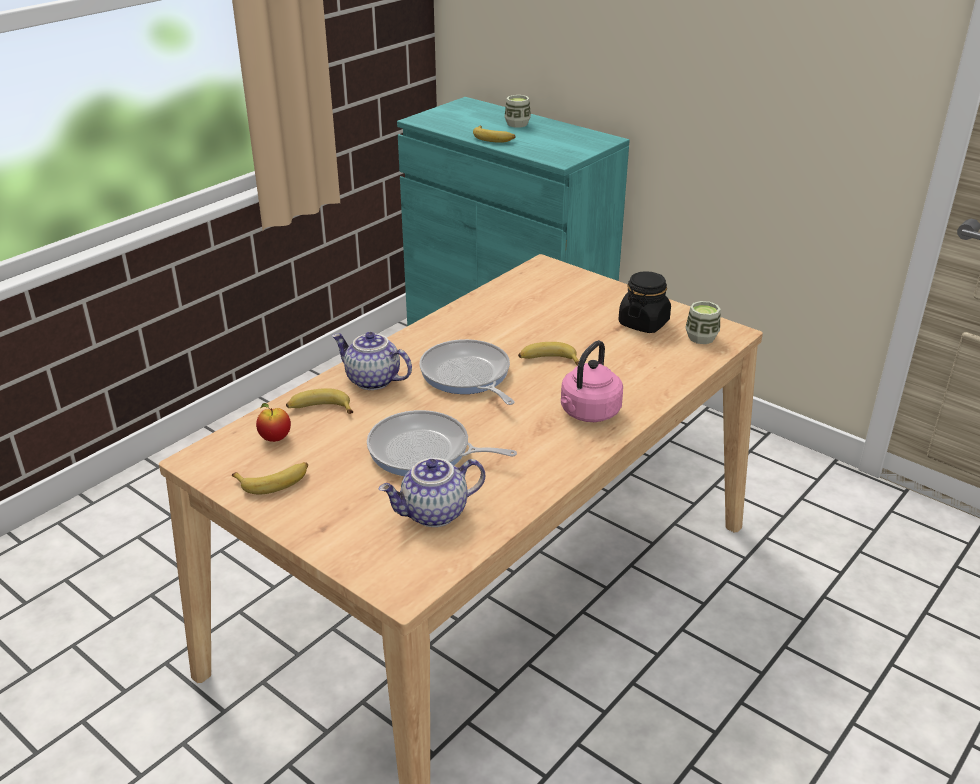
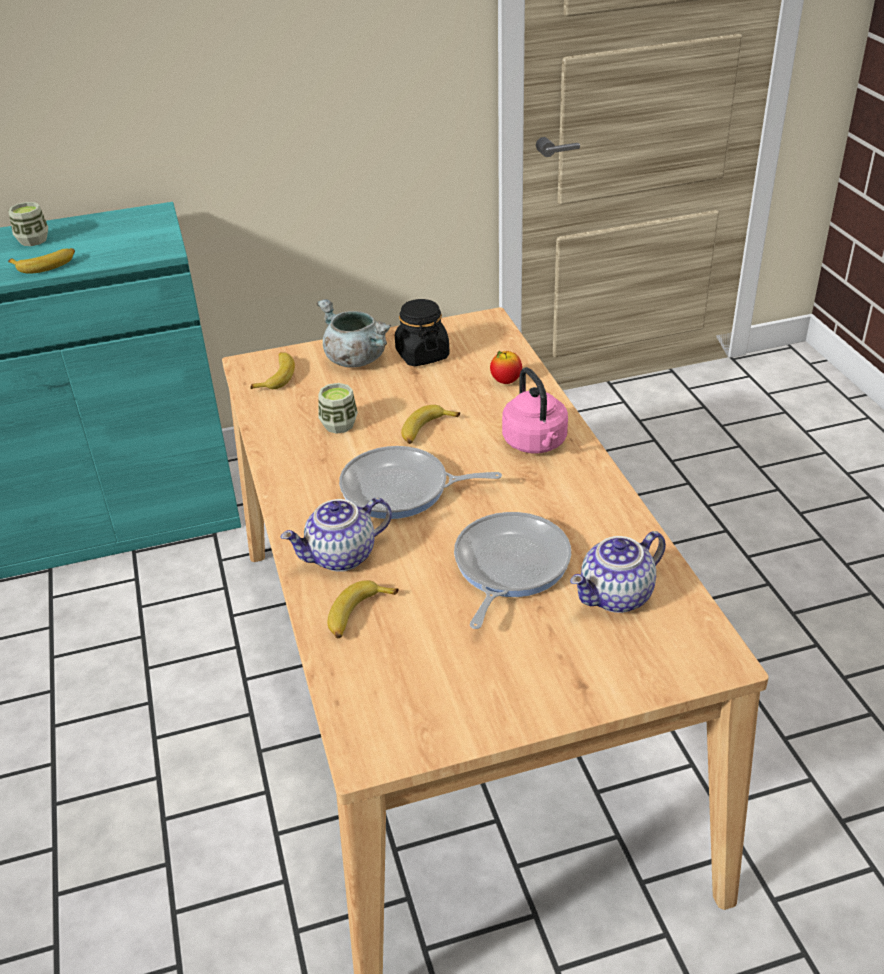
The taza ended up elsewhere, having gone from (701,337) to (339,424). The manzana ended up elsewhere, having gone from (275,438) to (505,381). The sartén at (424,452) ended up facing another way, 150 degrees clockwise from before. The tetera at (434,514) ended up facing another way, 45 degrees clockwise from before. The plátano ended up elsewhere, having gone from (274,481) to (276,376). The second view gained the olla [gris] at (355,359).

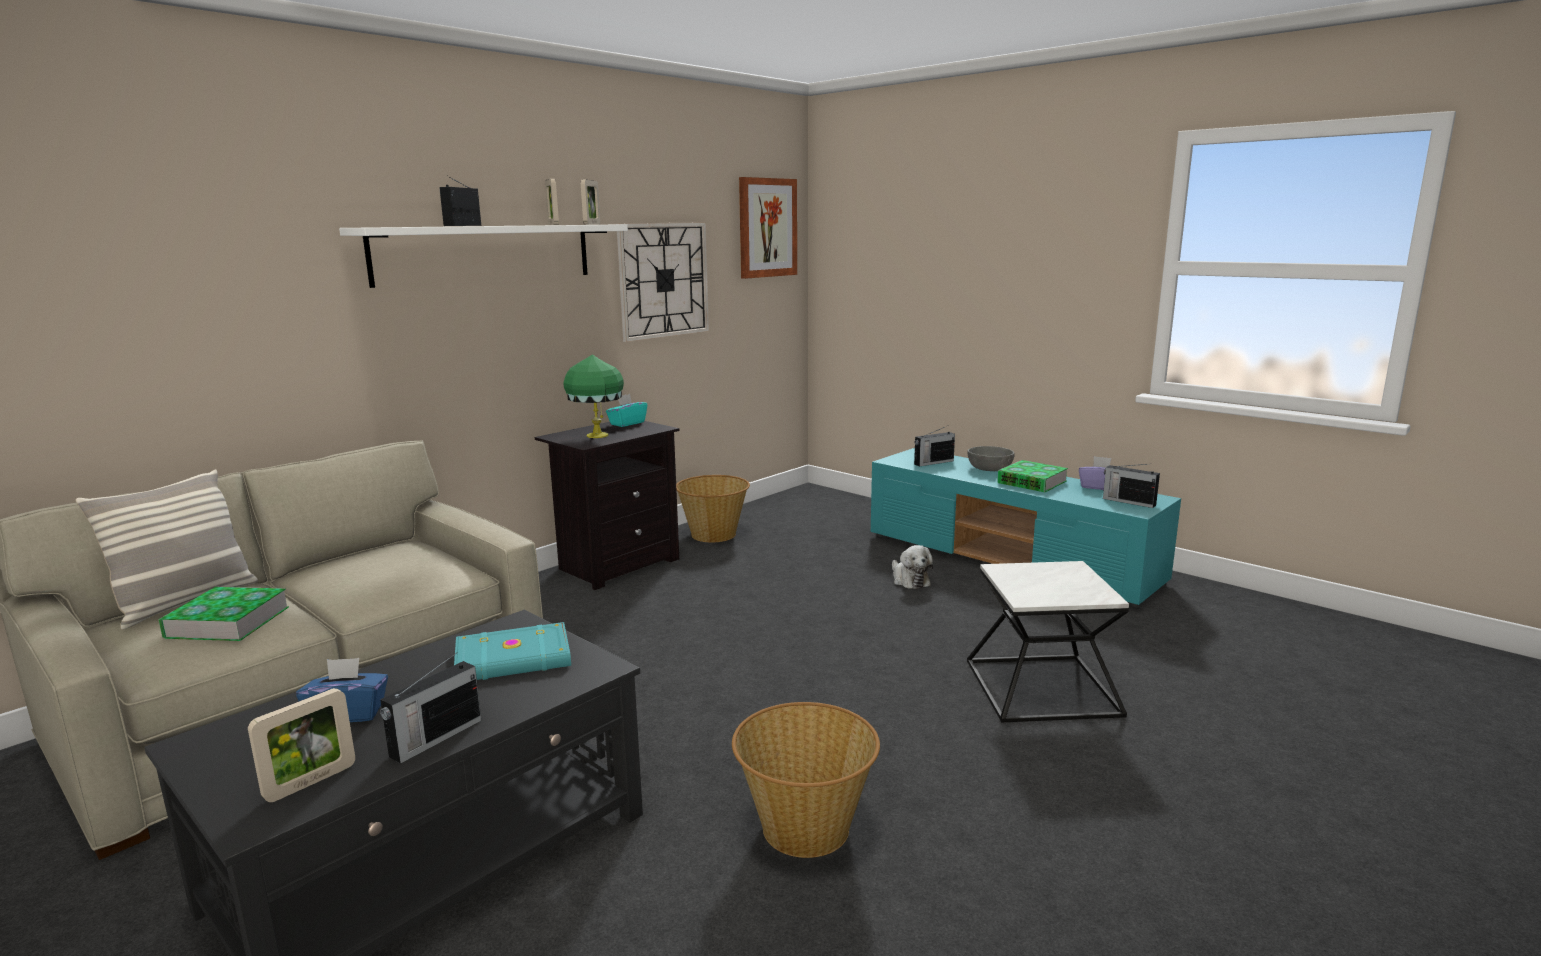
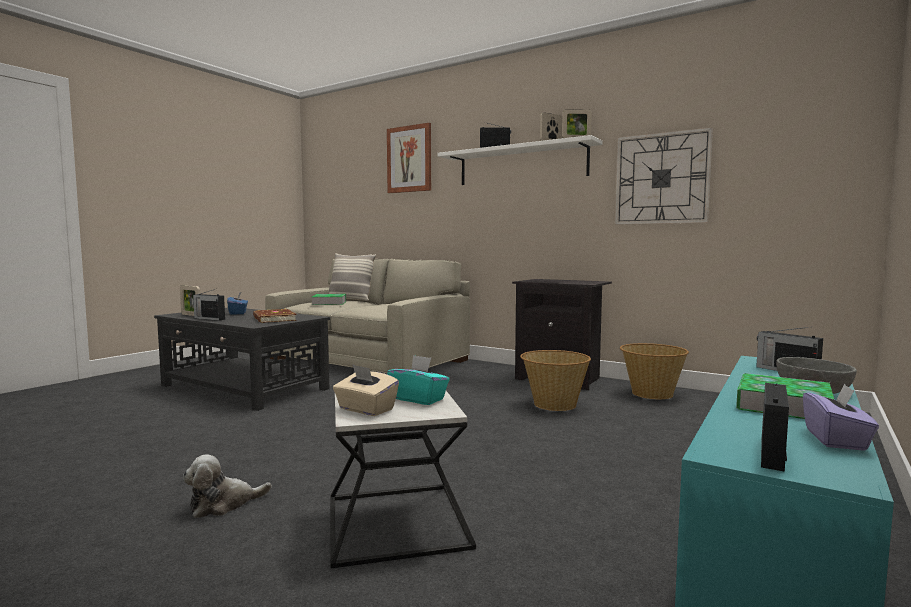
The cuadro ended up elsewhere, having gone from (767,228) to (409,159). The second view lost the lámpara de mesa [verde] at (596,436). The caja de pañuelos [turquesa] ended up elsewhere, having gone from (627,423) to (419,399). The peluche ended up elsewhere, having gone from (909,580) to (223,504). What was the libro [turquesa] at (514,659) turned into the libro [marrón] at (273,319). The cesta ended up elsewhere, having gone from (805,829) to (554,404). The second view gained the caja de pañuelos [beis] at (365,409).

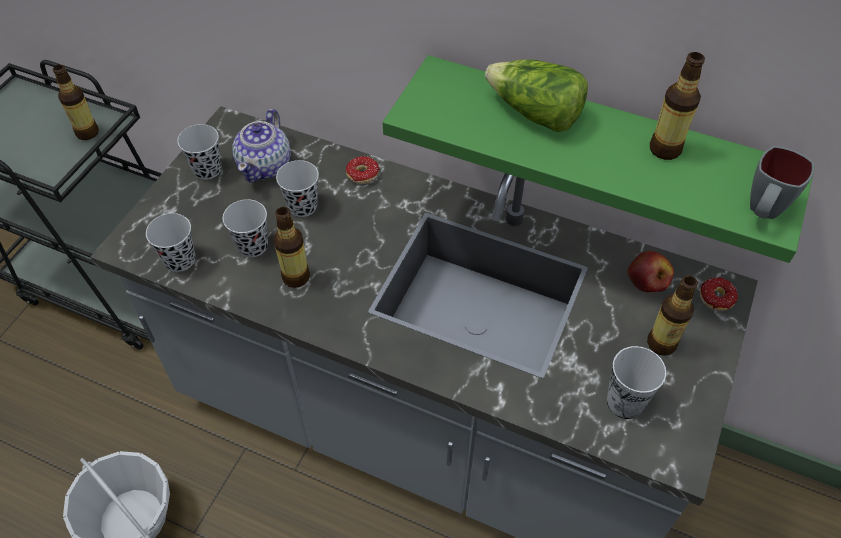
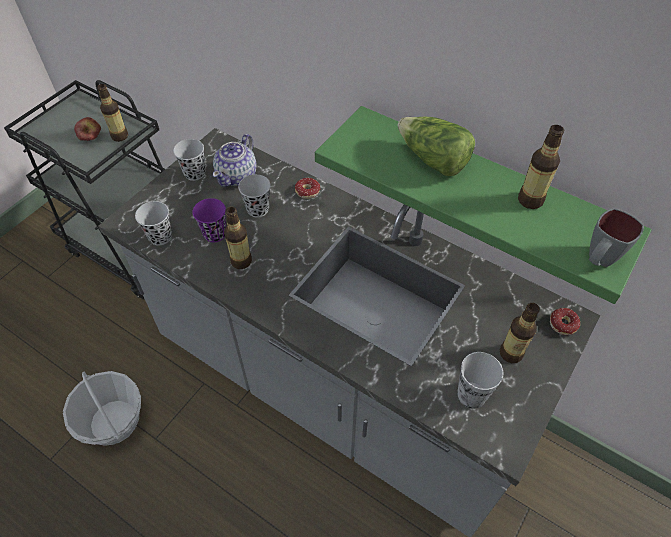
What was the taza [negro] at (252,246) turned into the taza [morado] at (214,234). The manzana ended up elsewhere, having gone from (648,278) to (90,134).

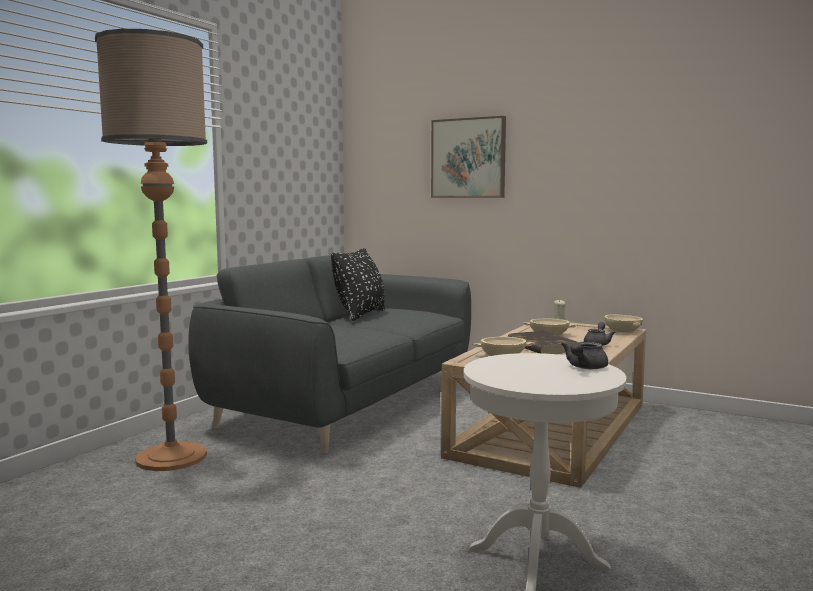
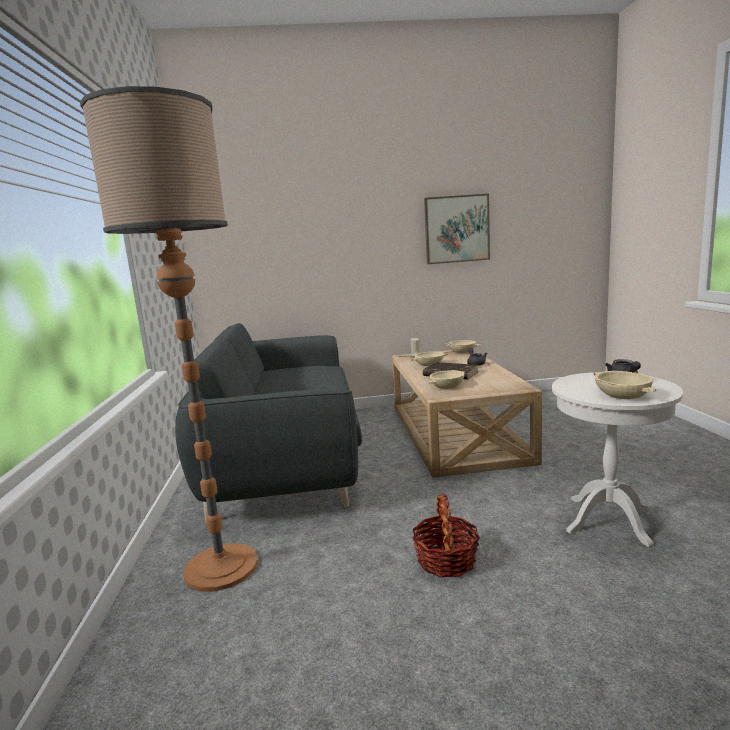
The cuadro ended up elsewhere, having gone from (468,158) to (456,229). The second view lost the cojín [negro] at (360,314). The second view gained the cuenco [beis] at (623,395). The second view gained the cesta at (446,560).

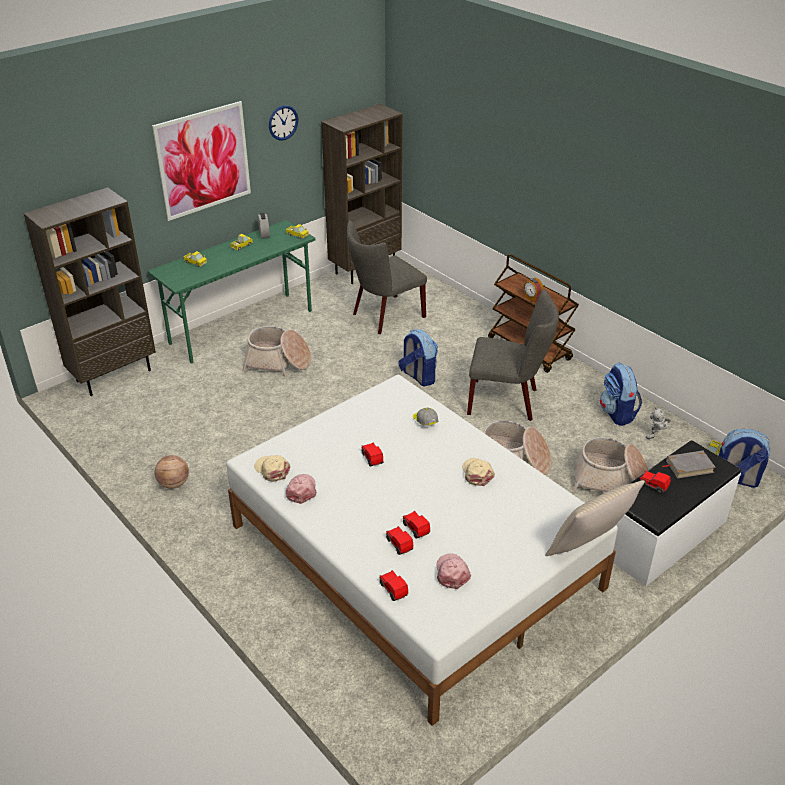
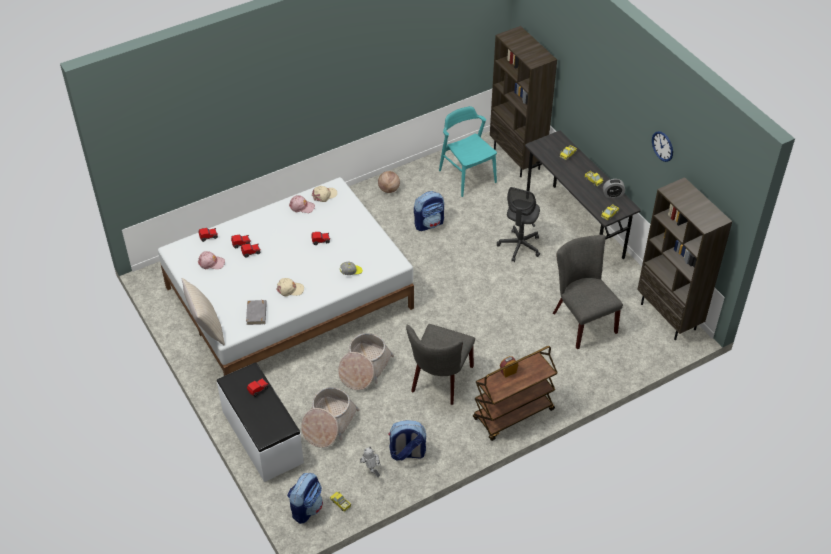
The second view lost the cuadro at (203,160). What was the escritorio [verde] at (242,327) turned into the escritorio [gris] at (574,227). Where the cesta stood at (278,362), the silla de oficina [gris] came to stand at (519,246). The mochila ended up elsewhere, having gone from (418,376) to (429,223). The libro [gris] ended up elsewhere, having gone from (689,466) to (256,314). The second view gained the silla [turquesa] at (467,176).

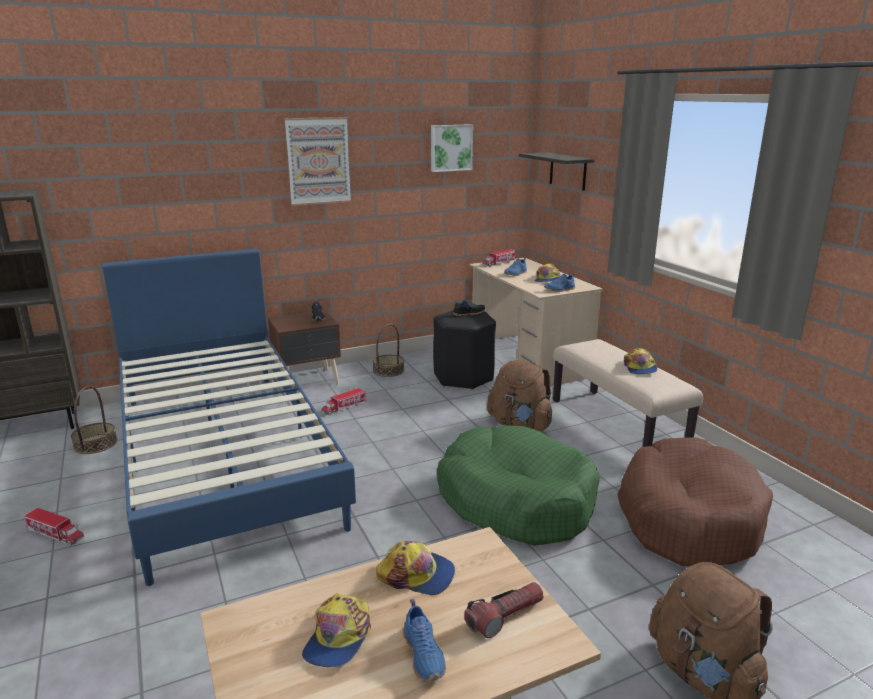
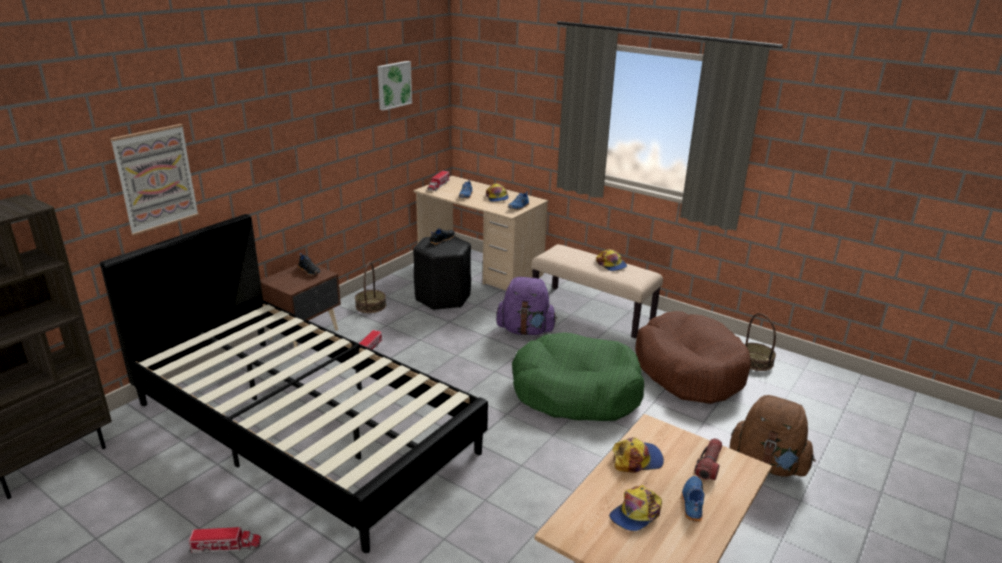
The cuadro ended up elsewhere, having gone from (318,161) to (156,178). The second view lost the estante at (568,171). What was the cama [azul] at (223,455) turned into the cama [negro] at (303,426). What was the mochila [marrón] at (519,425) turned into the mochila [morado] at (525,330). The cesta ended up elsewhere, having gone from (95,444) to (755,361). The gorra at (338,637) ended up facing another way, 60 degrees clockwise from before. The zapato [azul] at (424,655) ended up facing another way, 120 degrees counterclockwise from before.

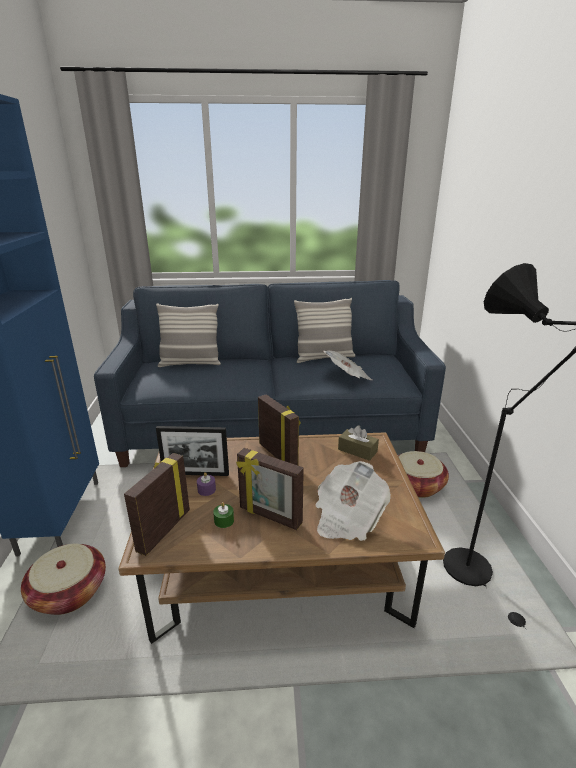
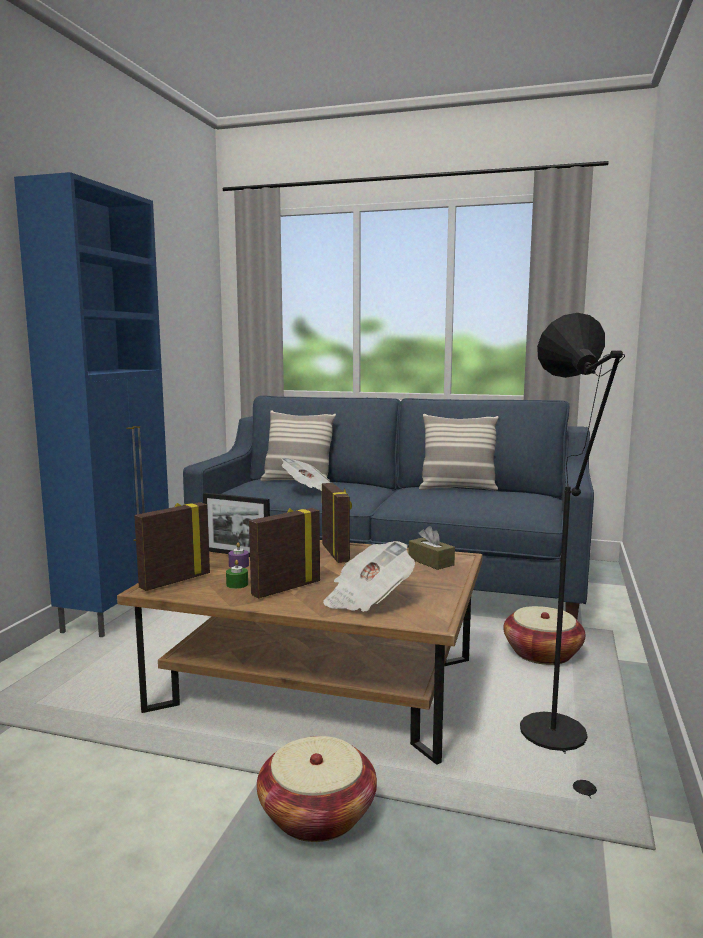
The periódico ended up elsewhere, having gone from (347,377) to (309,491). The portarretratos at (270,516) ended up facing another way, 90 degrees clockwise from before. The cesta ended up elsewhere, having gone from (69,592) to (317,814).

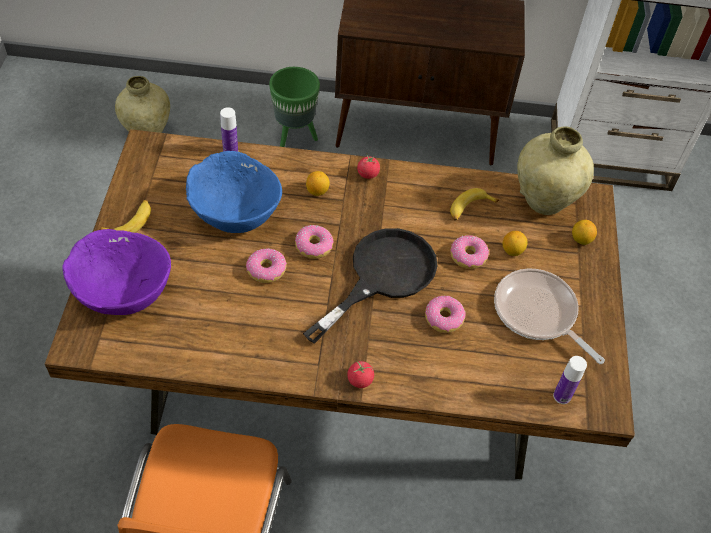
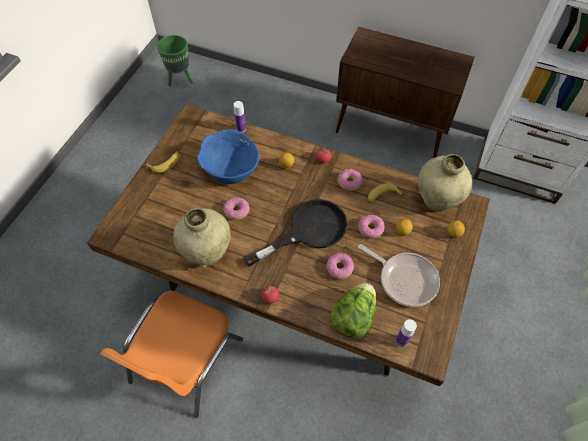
The maceta [verde] ended up elsewhere, having gone from (294,137) to (180,79). The florero [beis] ended up elsewhere, having gone from (147,132) to (207,252). The rosquilla ended up elsewhere, having gone from (314,246) to (349,182). The second view lost the cuenco [morado] at (123,290). The sartén at (538,314) ended up facing another way, 150 degrees clockwise from before. The second view gained the lechuga at (353,317).

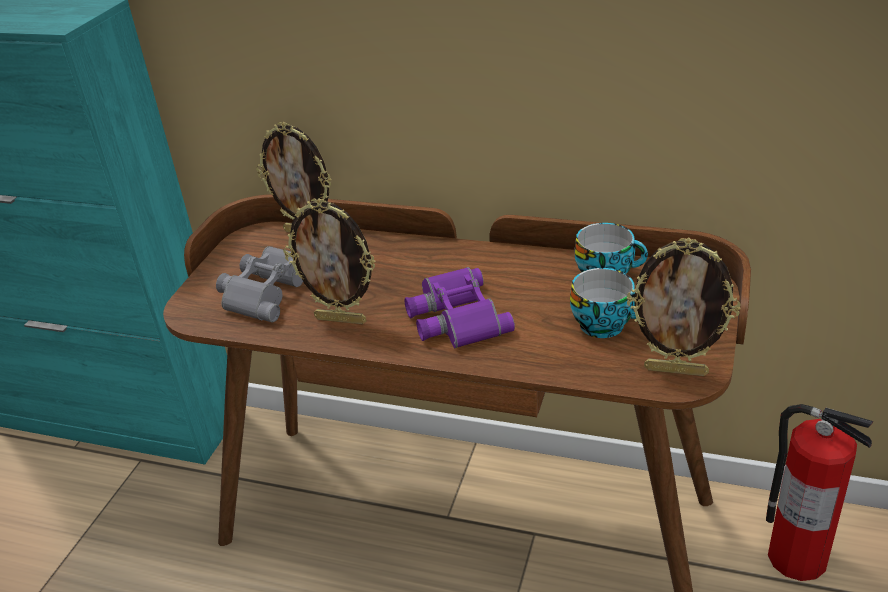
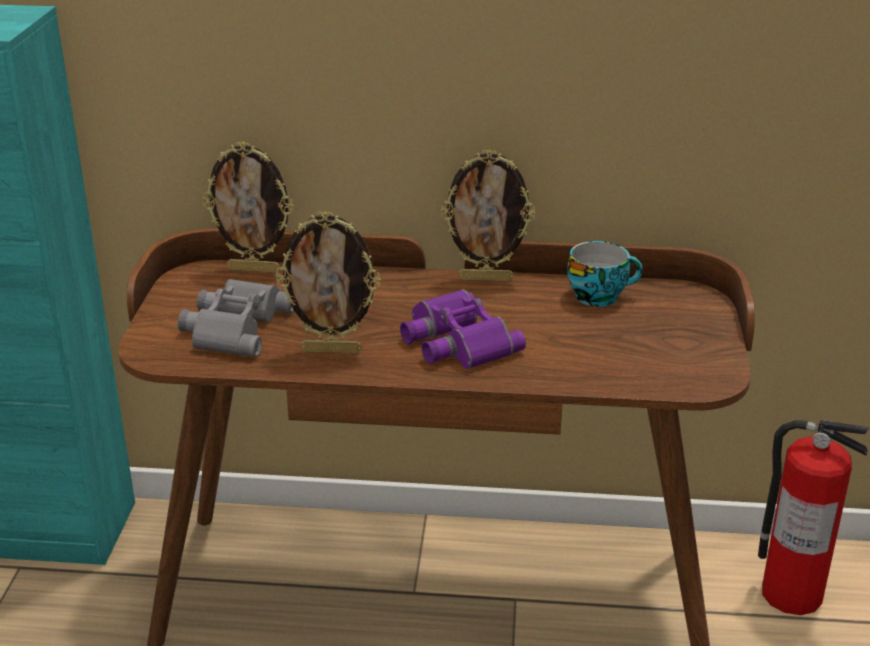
The portarretratos ended up elsewhere, having gone from (676,370) to (486,278). The second view lost the taza at (605,324).

